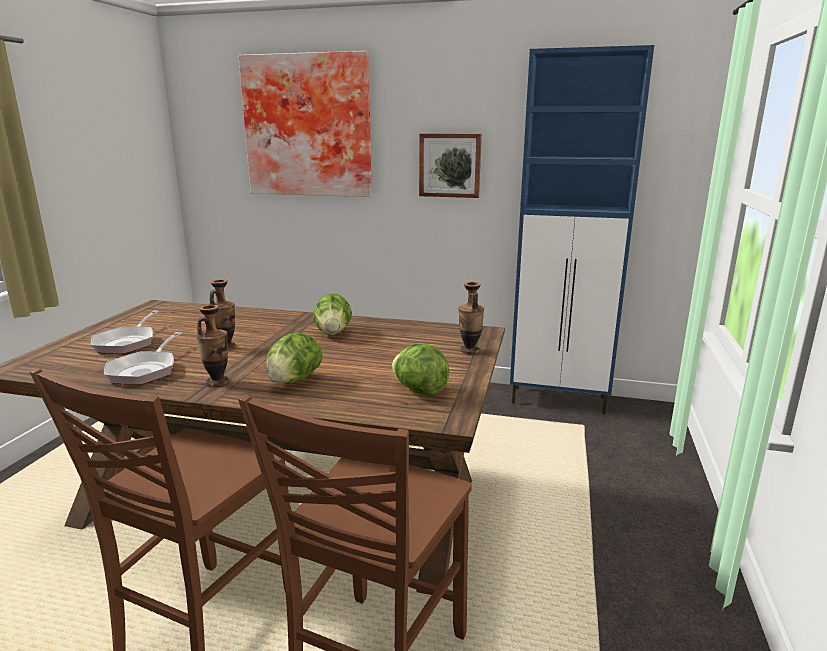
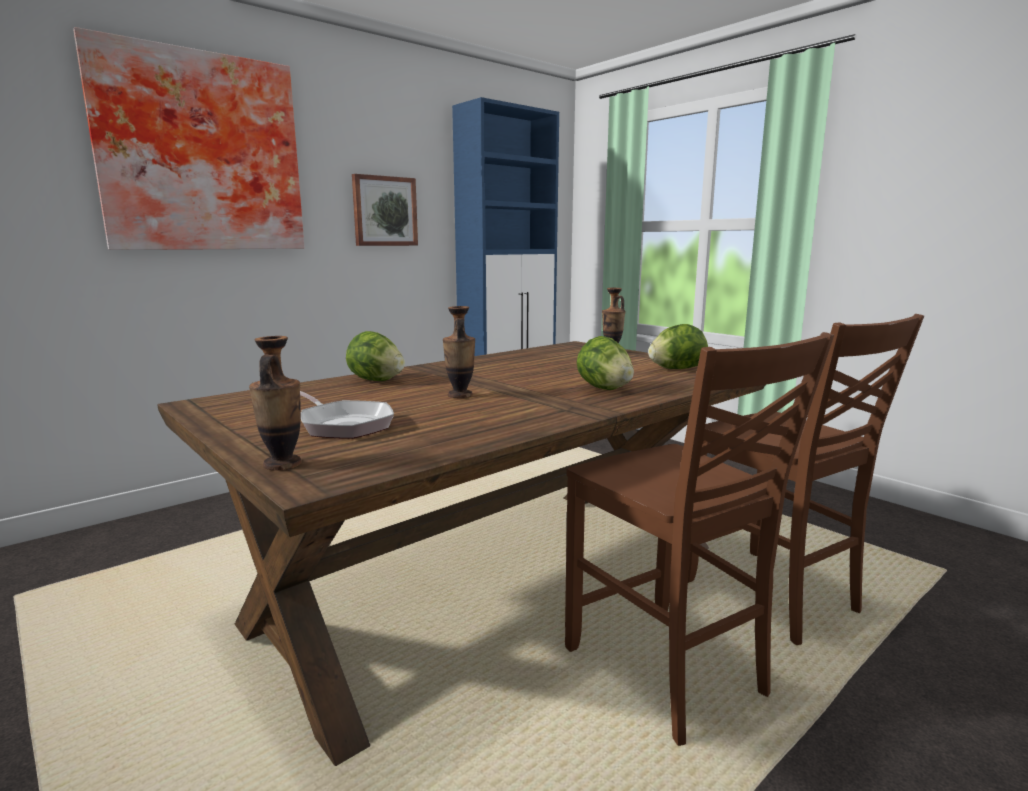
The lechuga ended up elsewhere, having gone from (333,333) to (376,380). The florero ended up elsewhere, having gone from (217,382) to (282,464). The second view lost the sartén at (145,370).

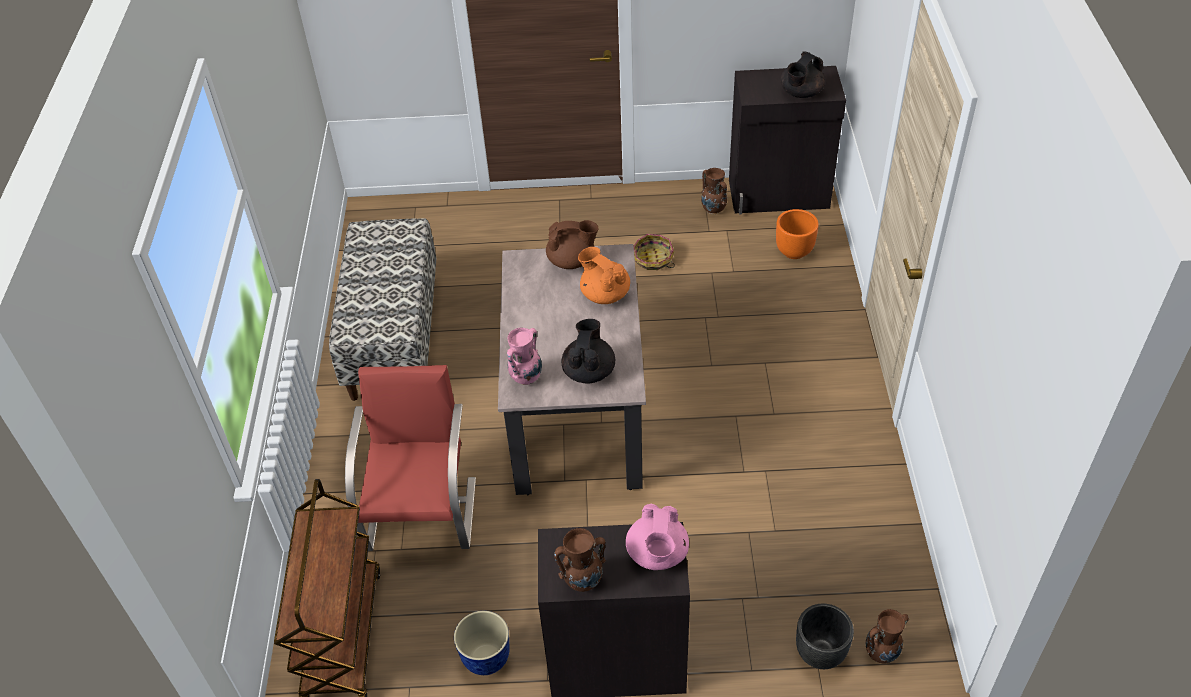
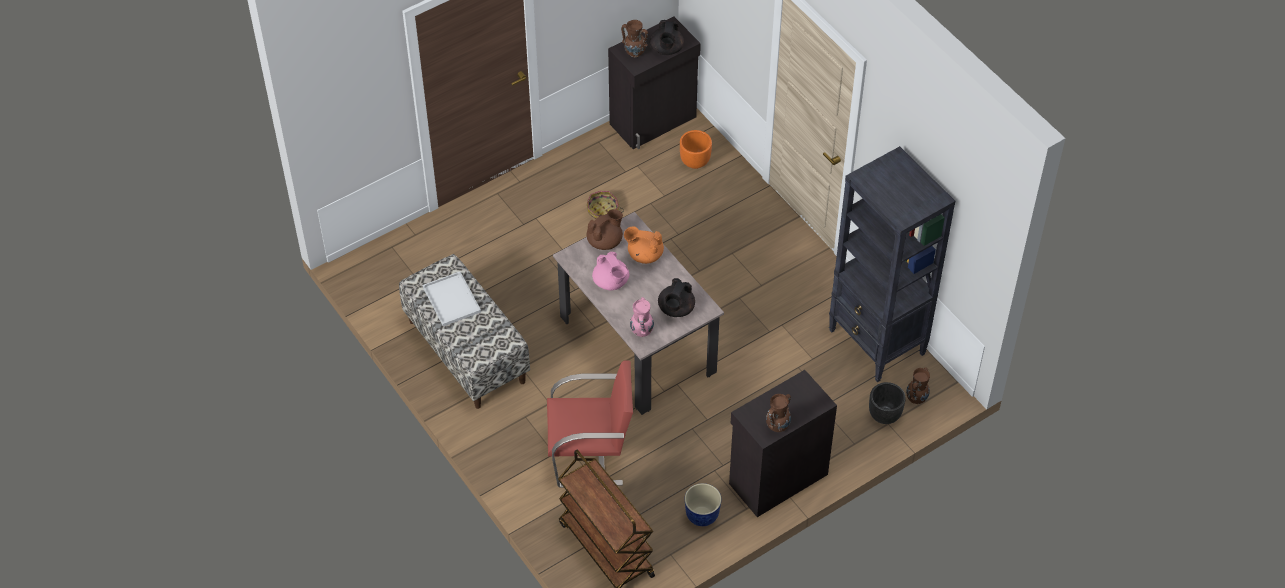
The florero [marrón] ended up elsewhere, having gone from (713,209) to (634,53). The tetera [negro] at (589,371) ended up facing another way, 135 degrees counterclockwise from before. The silla [rojo] at (422,512) ended up facing another way, 120 degrees clockwise from before. The tetera [rosa] ended up elsewhere, having gone from (657,554) to (611,282). The second view gained the estantería [negro] at (877,343). The second view gained the bandeja [blanco] at (450,299).

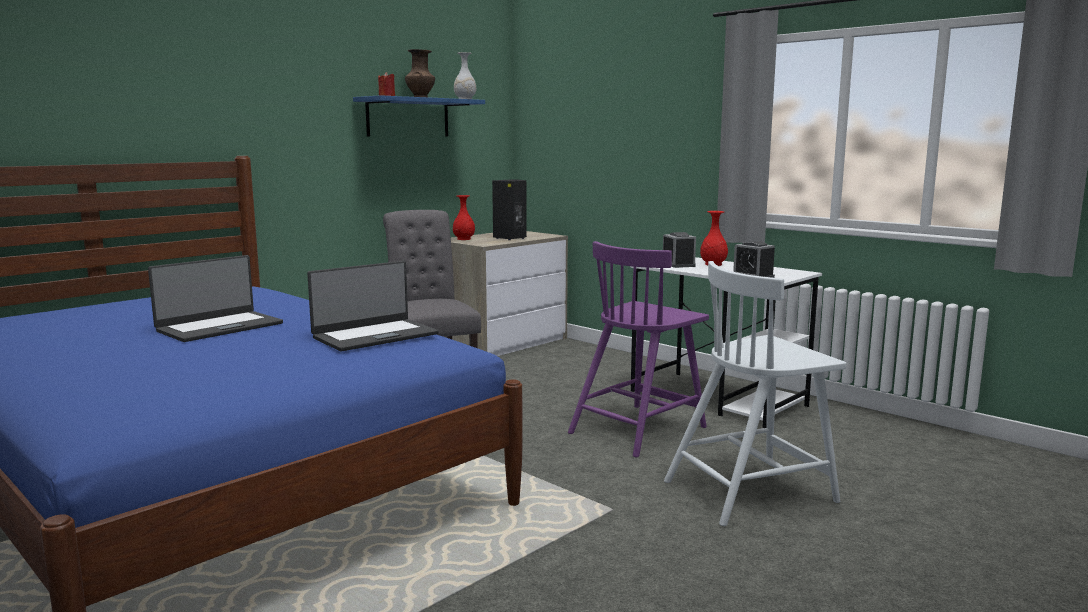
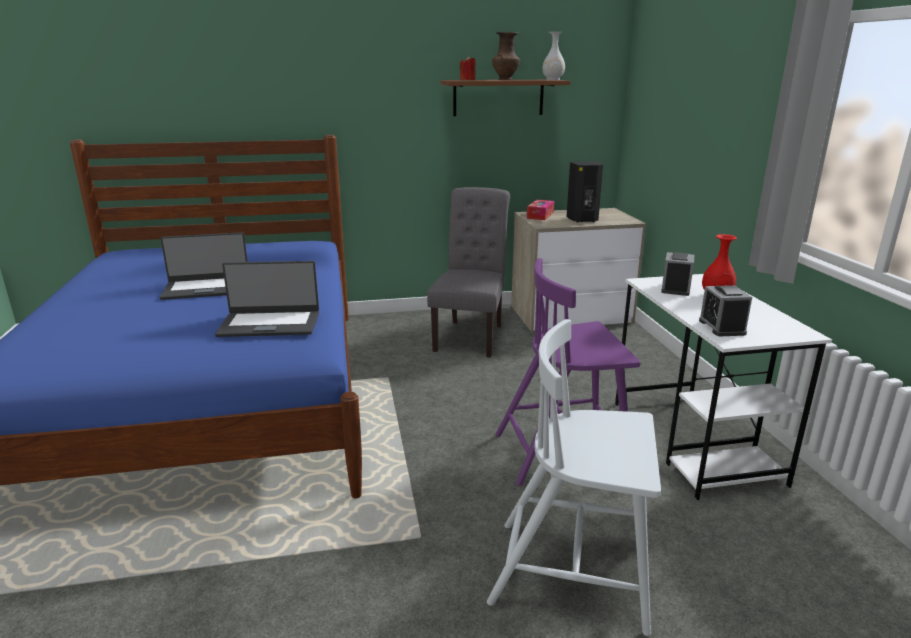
What was the estante [azul] at (408,117) turned into the estante [marrón] at (498,97). Where the florero [rojo] stood at (464,239), the caja de pañuelos came to stand at (540,215).

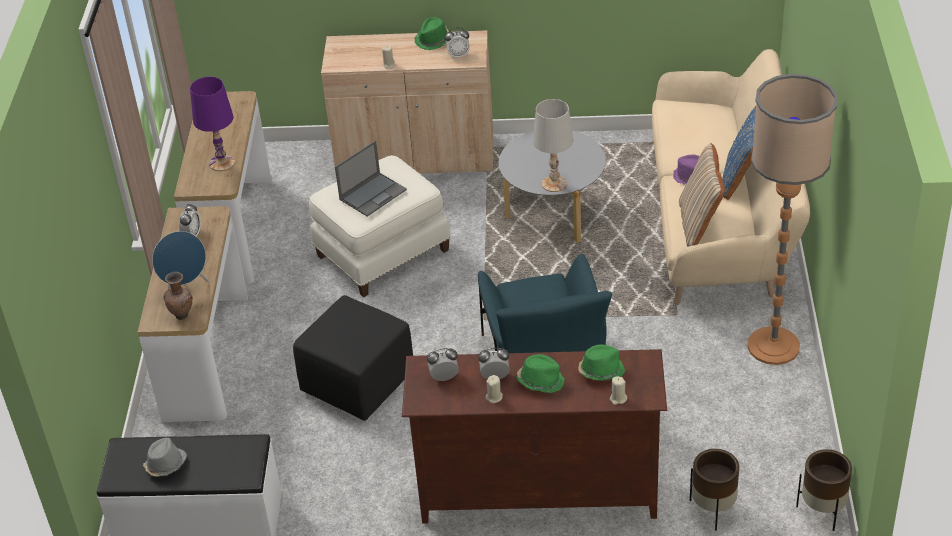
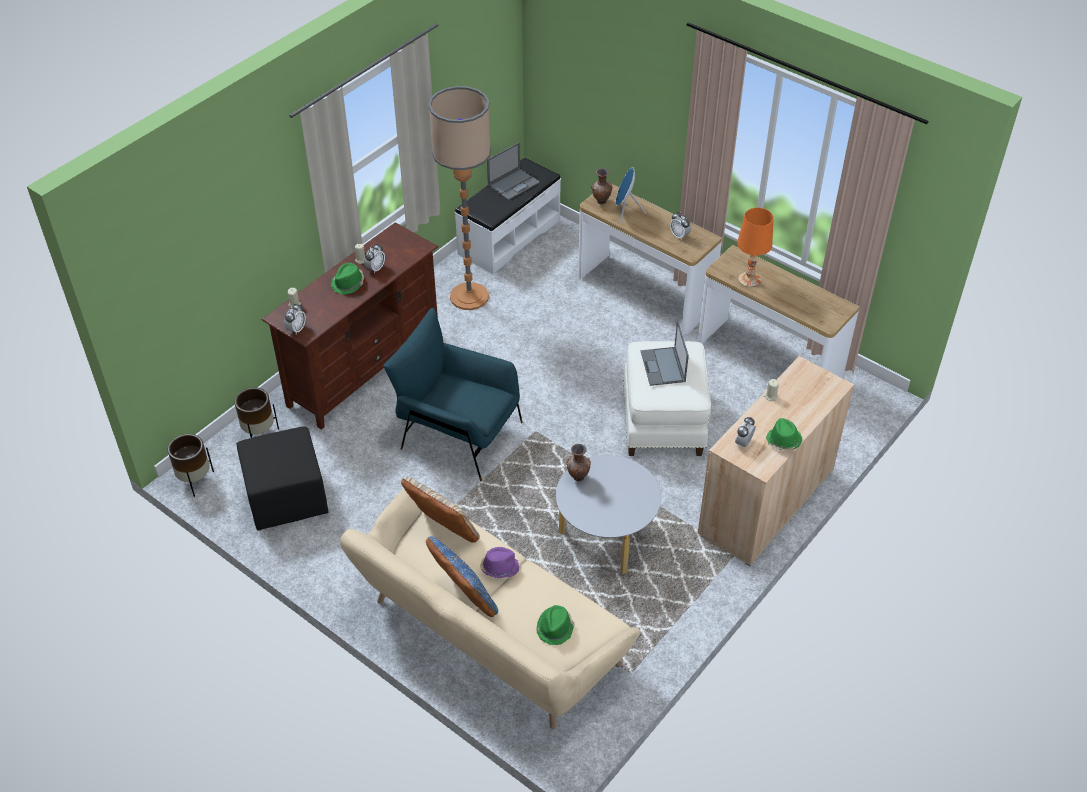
The lámpara de pie ended up elsewhere, having gone from (773,346) to (469,296). What was the lámpara de mesa [morado] at (222,163) turned into the lámpara de mesa [naranja] at (749,280). Where the lámpara de mesa [blanco] stood at (555,184), the florero [marrón] came to stand at (577,478). The puf [negro] ended up elsewhere, having gone from (357,384) to (286,497). The sombrero [verde] ended up elsewhere, having gone from (600,371) to (555,628). The despertador ended up elsewhere, having gone from (444,377) to (296,329). Where the sombrero [gris] stood at (165,465), the portátil came to stand at (514,184).

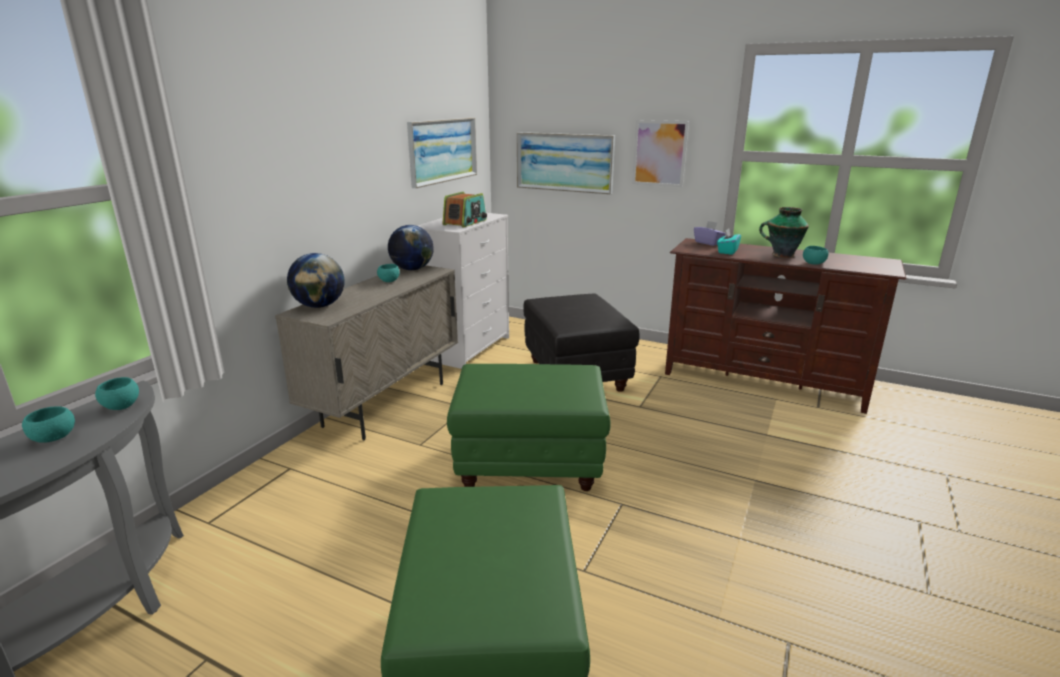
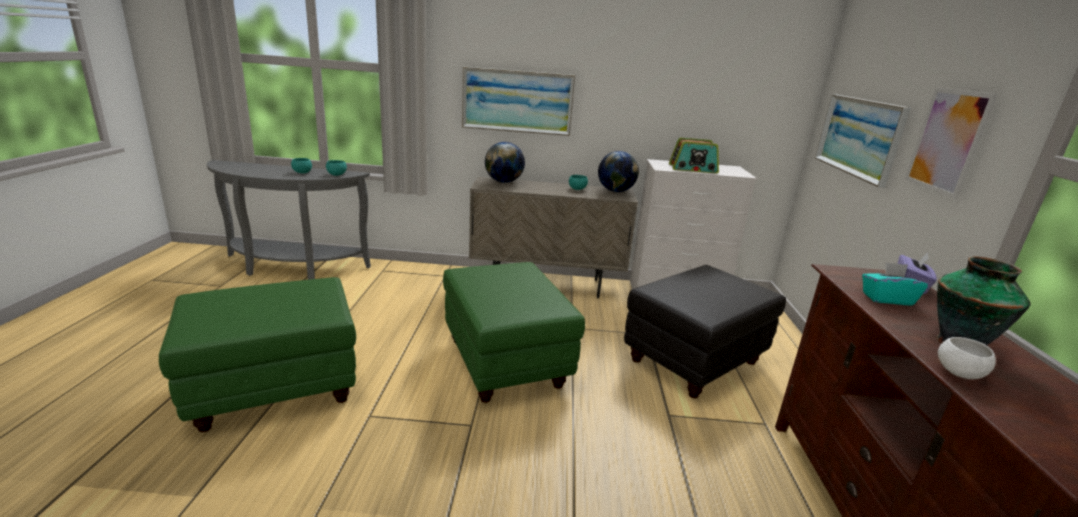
The cuadro ended up elsewhere, having gone from (443,150) to (517,101). What was the cuenco [turquesa] at (813,263) turned into the cuenco [blanco] at (958,373).

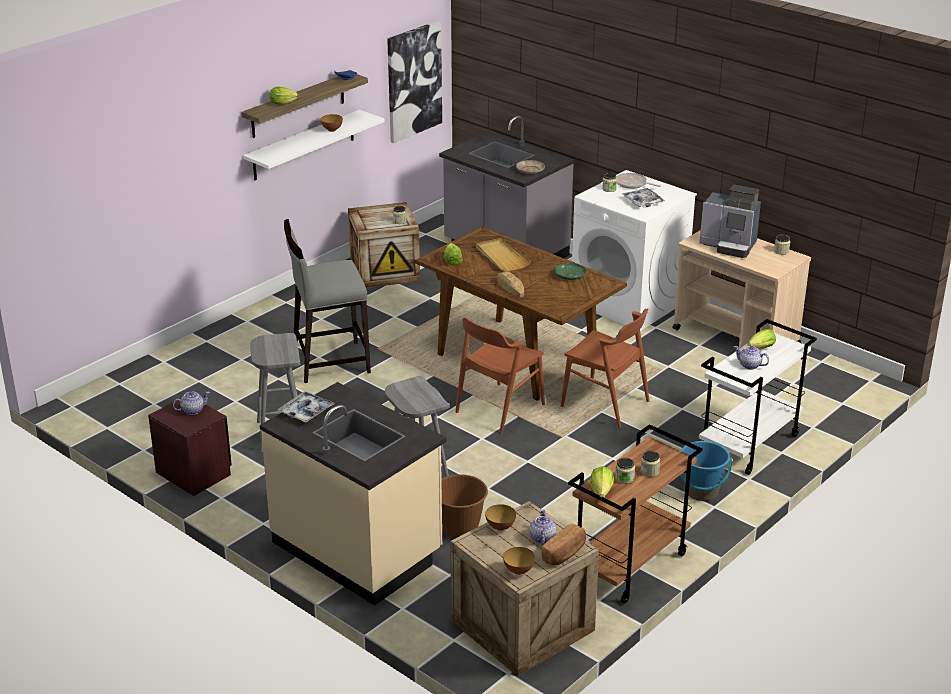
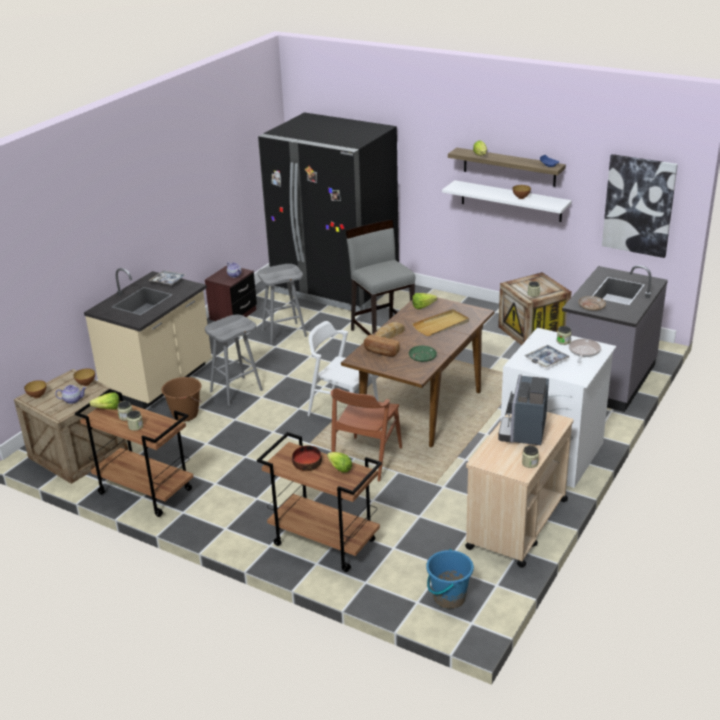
What was the silla [marrón] at (499,408) turned into the silla [blanco] at (343,410). What was the carrito [blanco] at (749,445) turned into the carrito [marrón] at (323,543). Where the tetera stood at (749,365), the cuenco came to stand at (307,464). The cubo [azul] ended up elsewhere, having gone from (701,491) to (449,598). The pan ended up elsewhere, having gone from (564,553) to (381,352). The second view gained the nevera [negro] at (335,288).

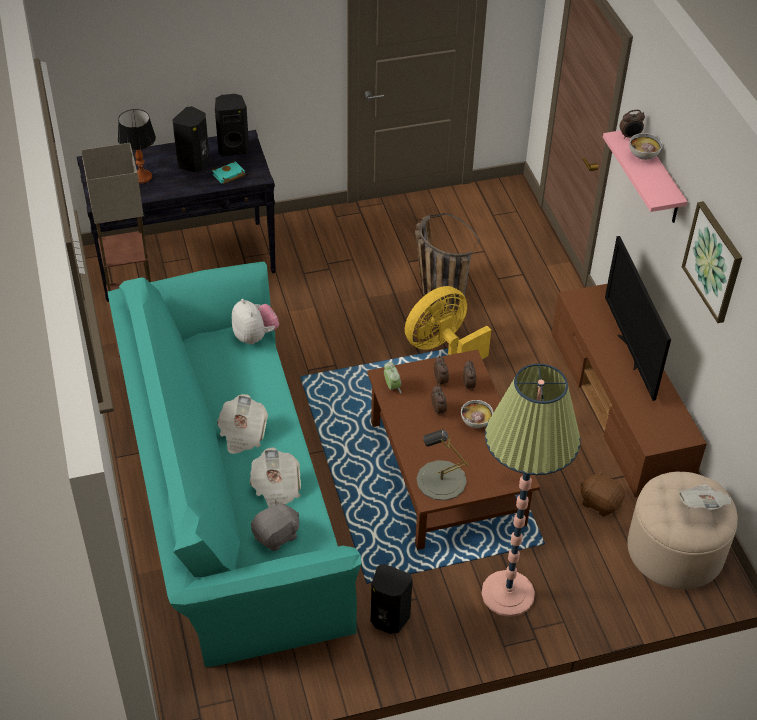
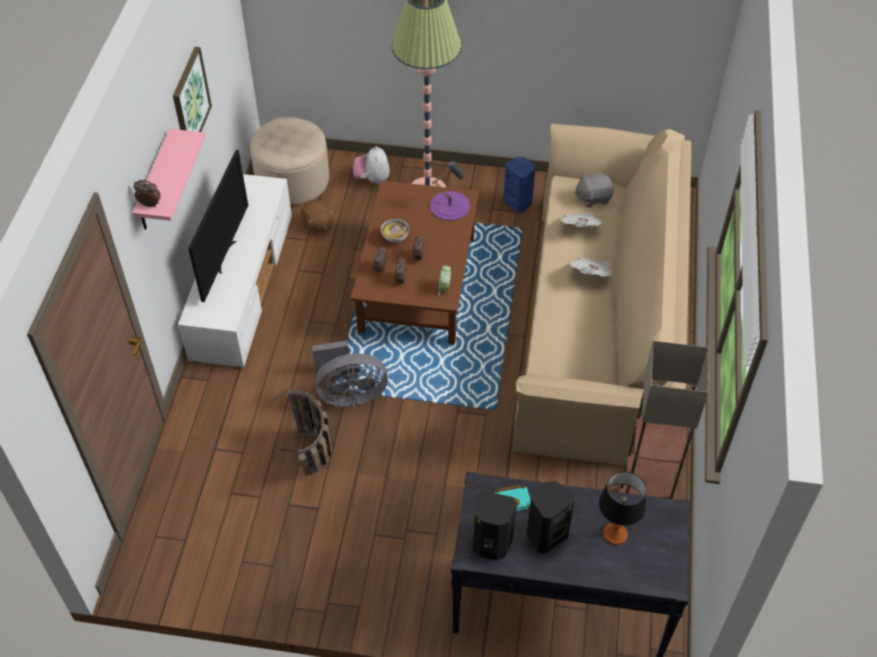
The second view lost the cuenco at (643,156). What was the sofá [turquesa] at (227,494) turned into the sofá [beis] at (601,324). What was the mueble de televisión [marrón] at (619,409) turned into the mueble de televisión [blanco] at (242,286). What was the ventilador [amarillo] at (442,348) turned into the ventilador [gris] at (349,394). The peluche ended up elsewhere, having gone from (255,336) to (372,179). What was the lámpara de mesa [gris] at (441,480) turned into the lámpara de mesa [morado] at (450,206). The second view lost the periódico at (701,505). What was the altavoz [negro] at (388,619) turned into the altavoz [azul] at (518,202).

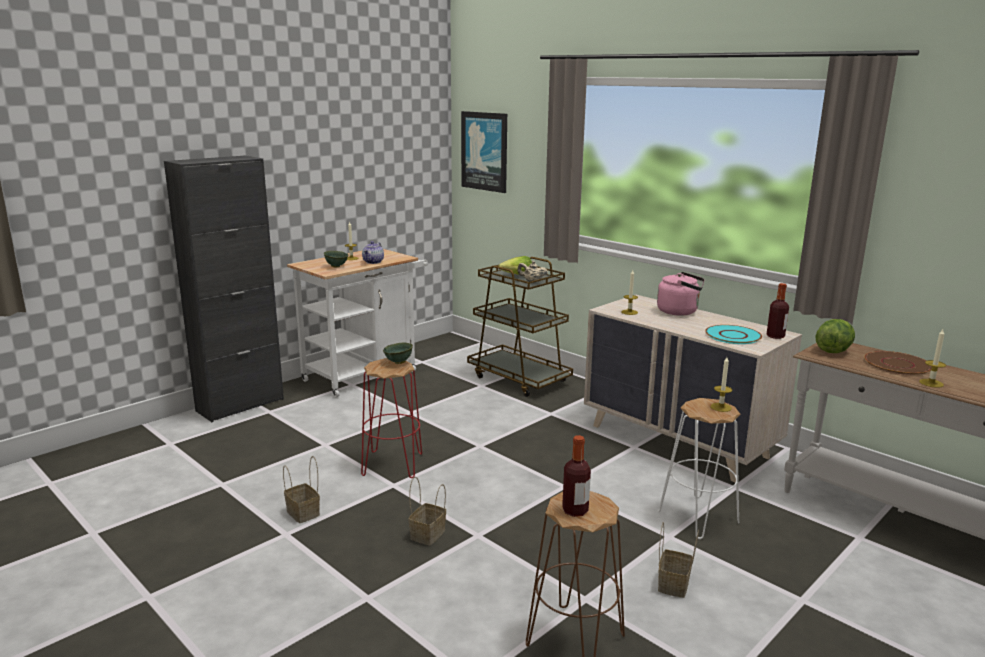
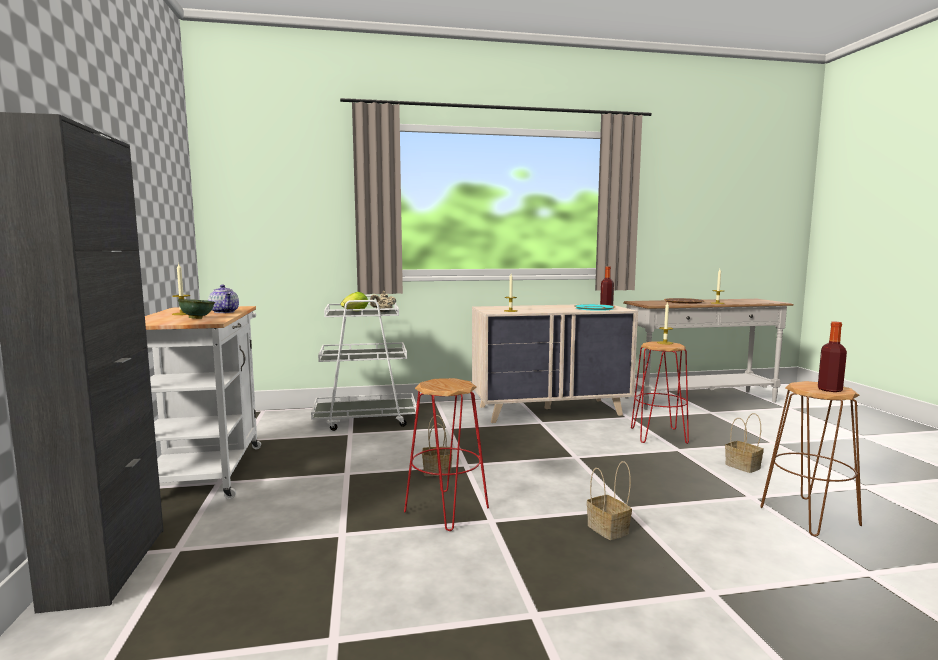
The second view lost the cuadro at (485,151). What was the carrito [marrón] at (519,379) turned into the carrito [blanco] at (365,419). The second view lost the hervidor [rosa] at (680,311). The second view lost the lechuga at (833,351). The second view lost the cuenco [verde] at (398,363). What was the taburete [blanco] at (698,517) turned into the taburete [rojo] at (659,435). The cesta ended up elsewhere, having gone from (304,513) to (438,471).

